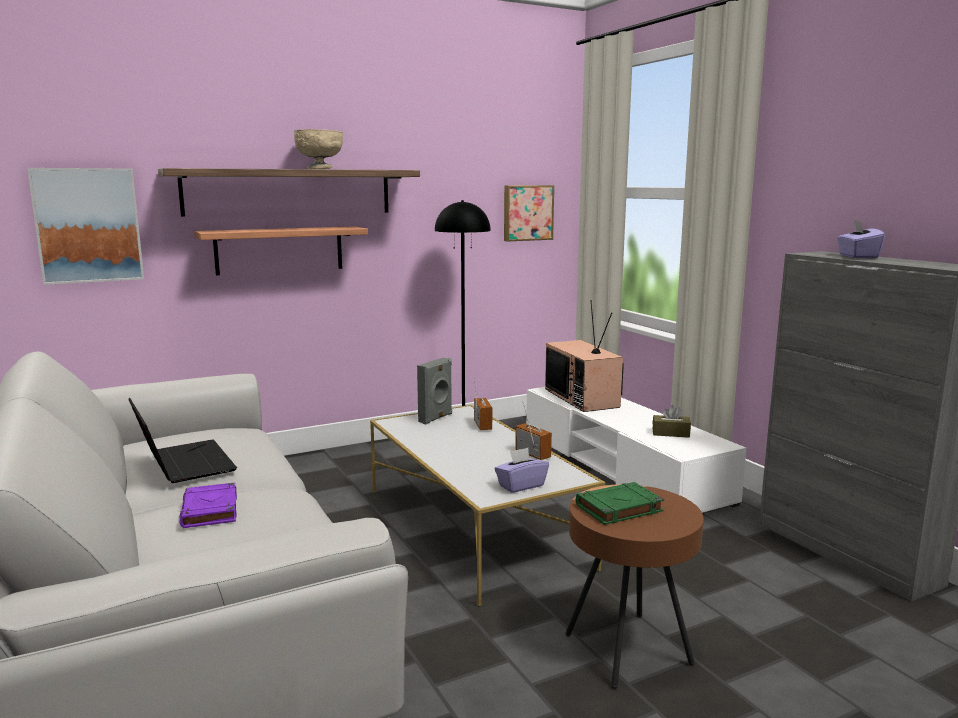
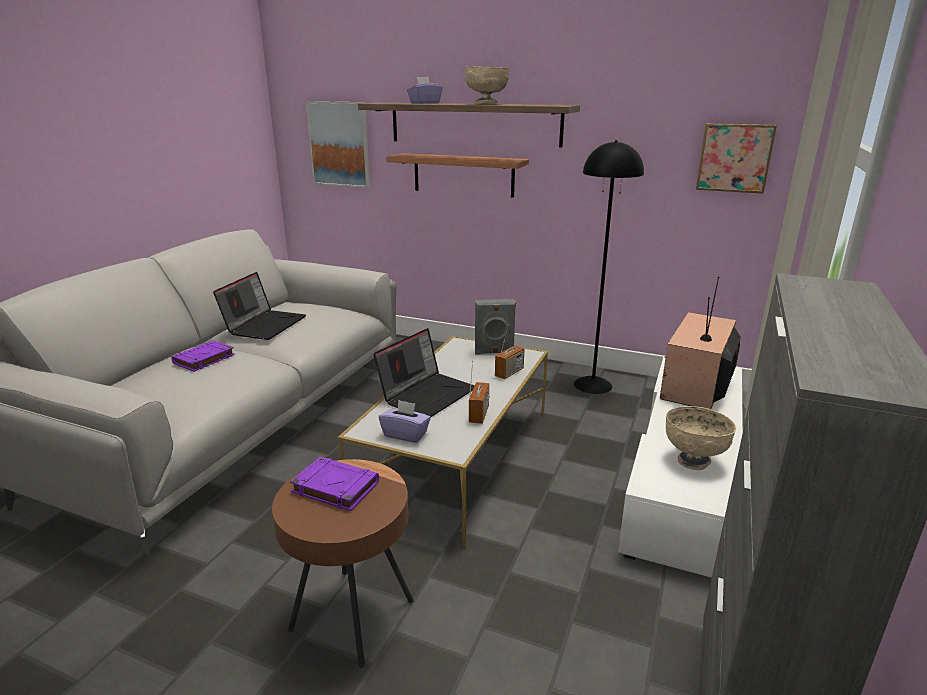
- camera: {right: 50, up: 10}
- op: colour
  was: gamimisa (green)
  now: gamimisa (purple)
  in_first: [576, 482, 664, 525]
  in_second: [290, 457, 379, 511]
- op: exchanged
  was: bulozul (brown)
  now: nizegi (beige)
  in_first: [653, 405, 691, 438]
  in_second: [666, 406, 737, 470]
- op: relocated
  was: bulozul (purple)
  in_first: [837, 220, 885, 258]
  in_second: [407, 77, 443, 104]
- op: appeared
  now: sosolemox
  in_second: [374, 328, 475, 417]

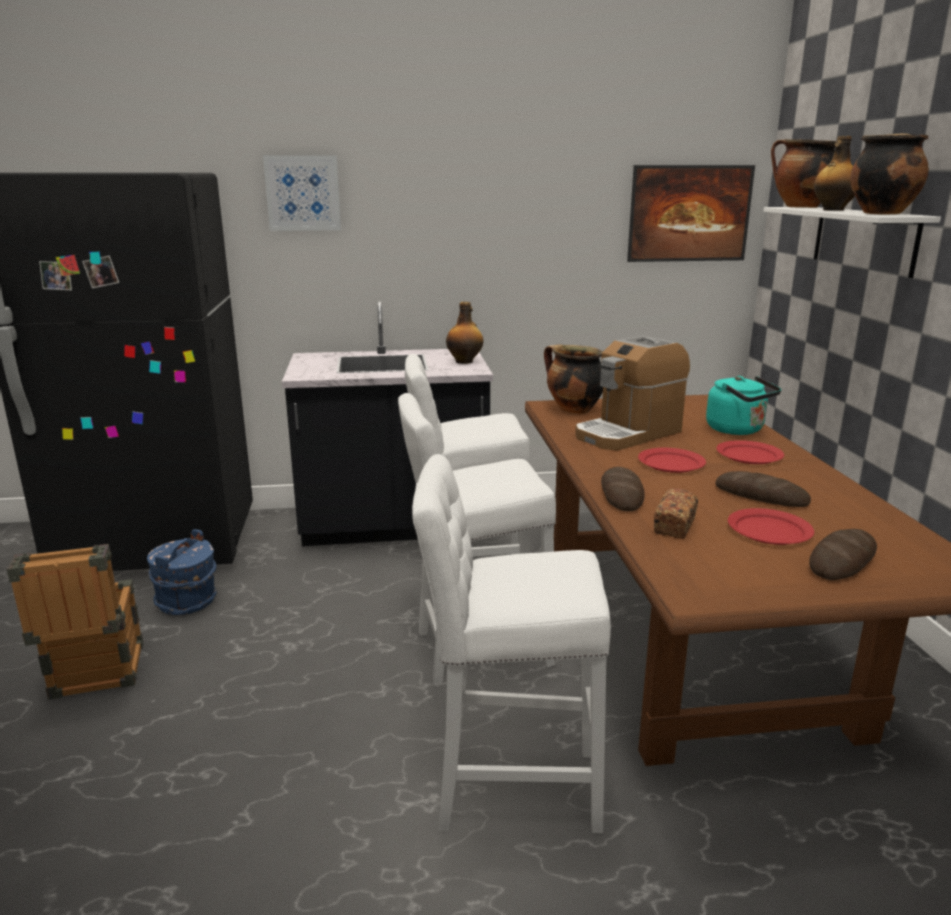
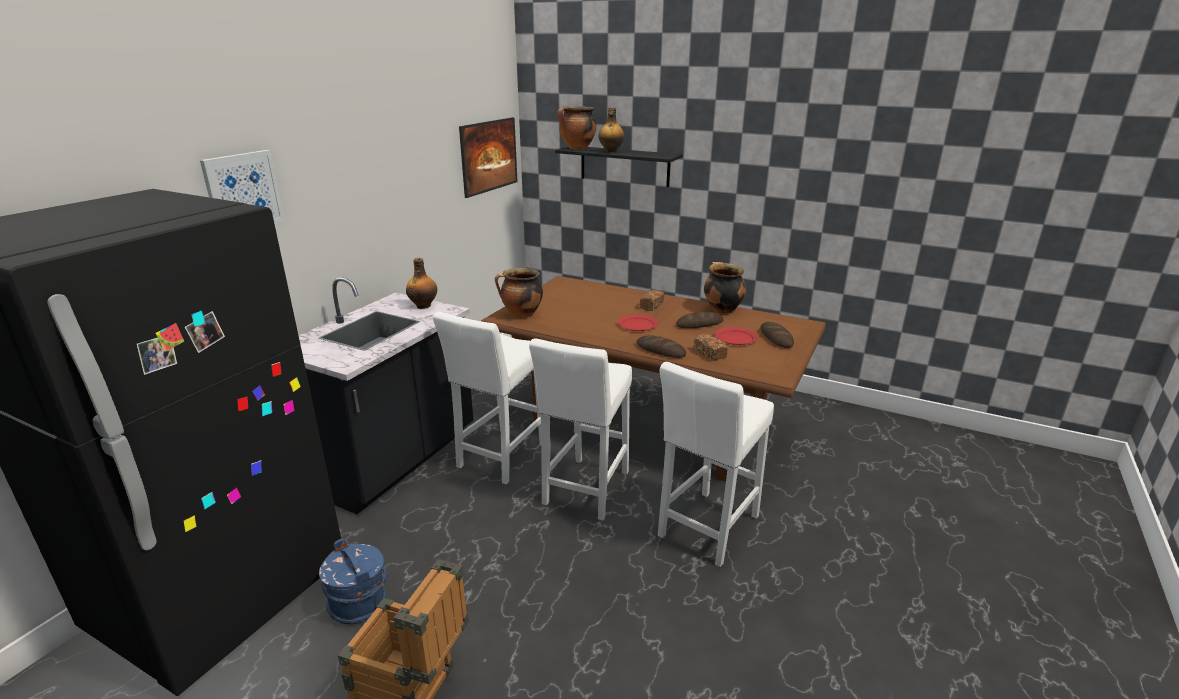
- camera: {right: -55, up: 5}
- op: missing
  was: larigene
  in_first: [575, 336, 690, 450]
- op: missing
  was: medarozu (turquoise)
  in_first: [706, 376, 782, 435]
- op: exchanged
  was: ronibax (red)
  now: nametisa
  in_first: [716, 440, 784, 464]
  in_second: [640, 290, 664, 311]
- op: colour
  was: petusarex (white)
  now: petusarex (black)
  in_first: [763, 207, 941, 278]
  in_second: [555, 147, 683, 187]
- op: relocated
  was: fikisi
  in_first: [850, 133, 929, 214]
  in_second: [704, 262, 746, 314]

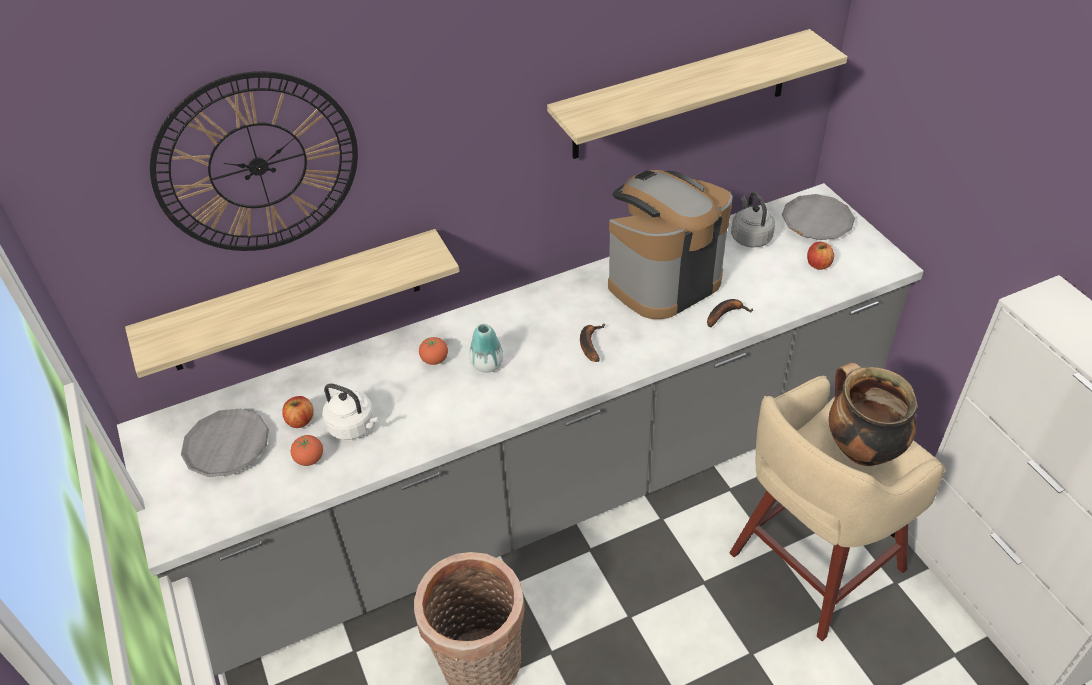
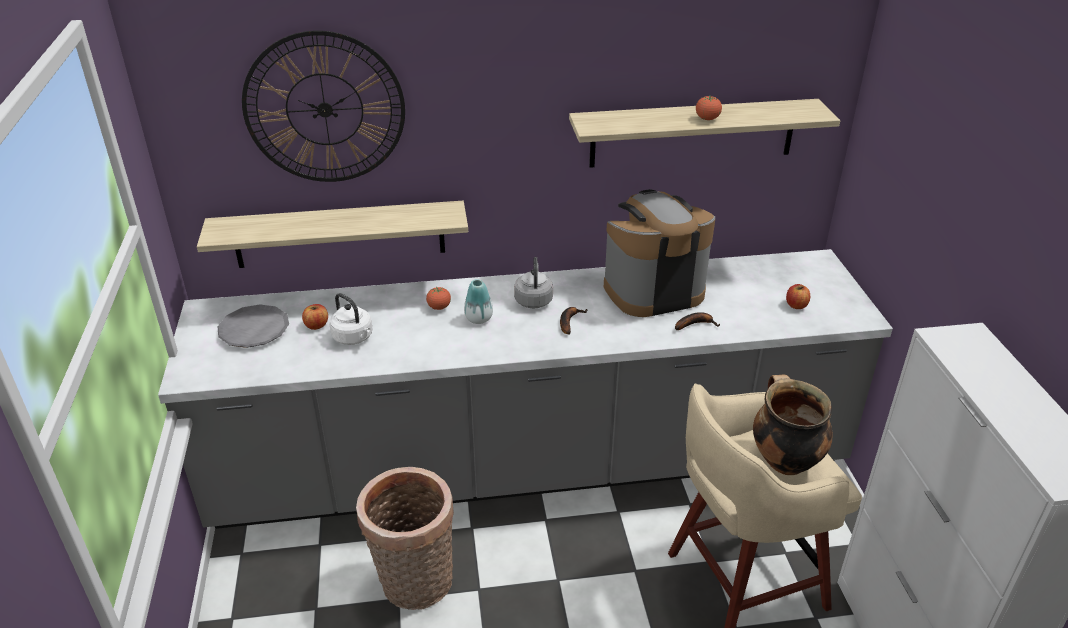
- camera: {right: 15, up: -10}
- op: relocated
  was: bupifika
  in_first: [291, 435, 323, 466]
  in_second: [696, 95, 722, 120]
- op: relocated
  was: medarozu (grey)
  in_first: [731, 192, 775, 248]
  in_second: [514, 257, 553, 308]
- op: missing
  was: ronibax (grey)
  in_first: [782, 194, 855, 240]

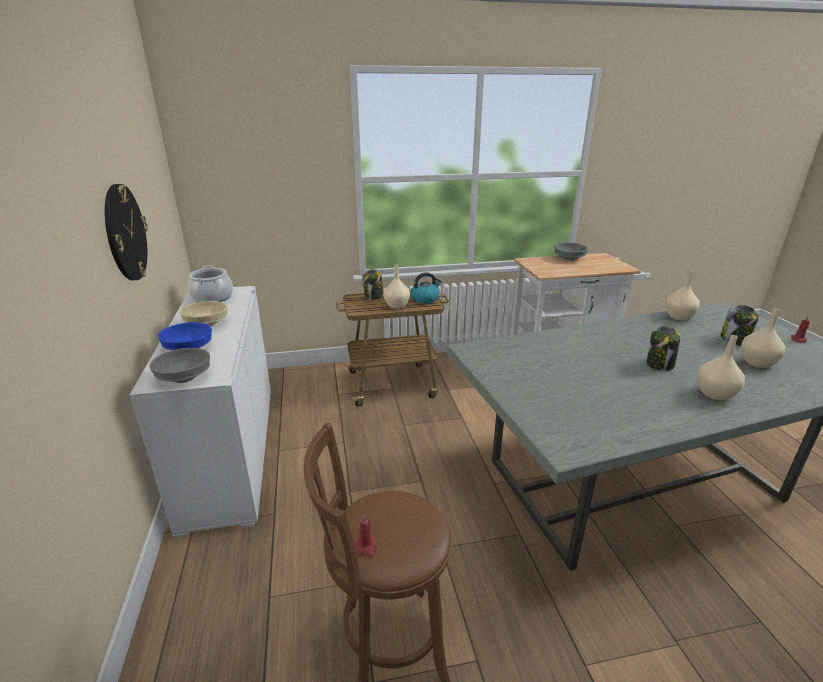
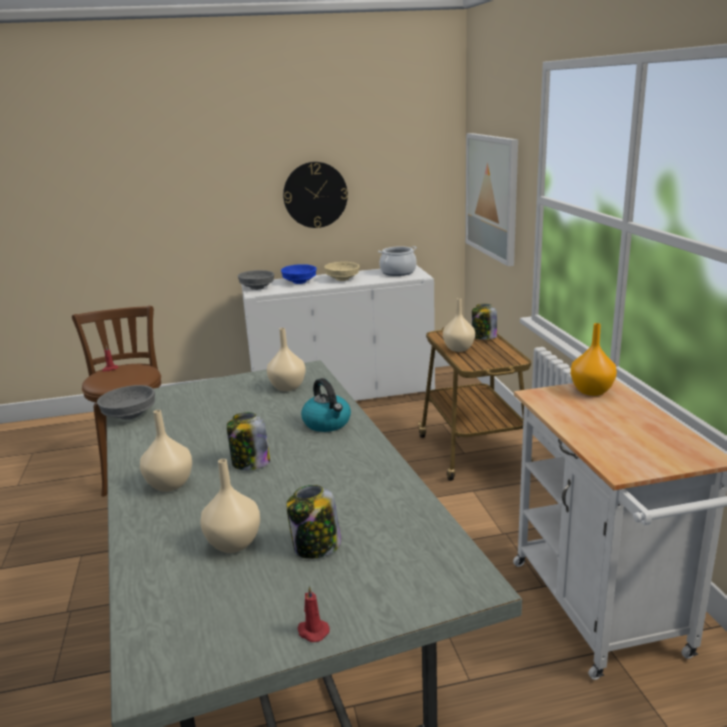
- camera: {right: 90, up: -5}
- op: relocated
  was: medarozu
  in_first: [410, 272, 442, 304]
  in_second: [301, 378, 351, 432]
- op: relocated
  was: nizegi (grey)
  in_first: [554, 242, 588, 261]
  in_second: [97, 385, 155, 420]
- op: relocated
  was: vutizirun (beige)
  in_first: [665, 270, 700, 321]
  in_second: [267, 328, 306, 391]
- op: appeared
  now: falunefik
  in_second: [466, 133, 518, 266]
- op: appeared
  now: vutizirun (orange)
  in_second: [571, 323, 617, 396]

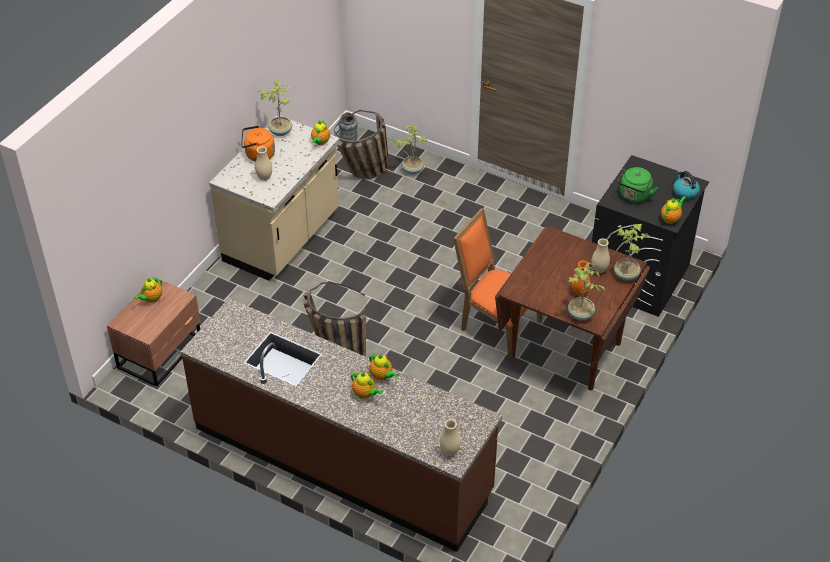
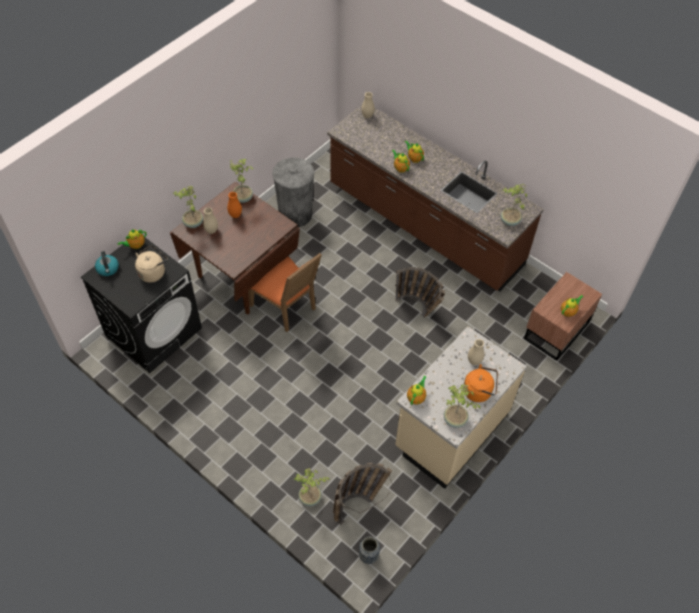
- camera: {right: -170, up: 10}
- op: colour
  was: medarozu (green)
  now: medarozu (beige)
  in_first: [618, 167, 658, 203]
  in_second: [135, 246, 168, 283]
- op: appeared
  now: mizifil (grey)
  in_second: [272, 157, 315, 227]
- op: appeared
  now: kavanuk
  in_second: [501, 184, 527, 226]

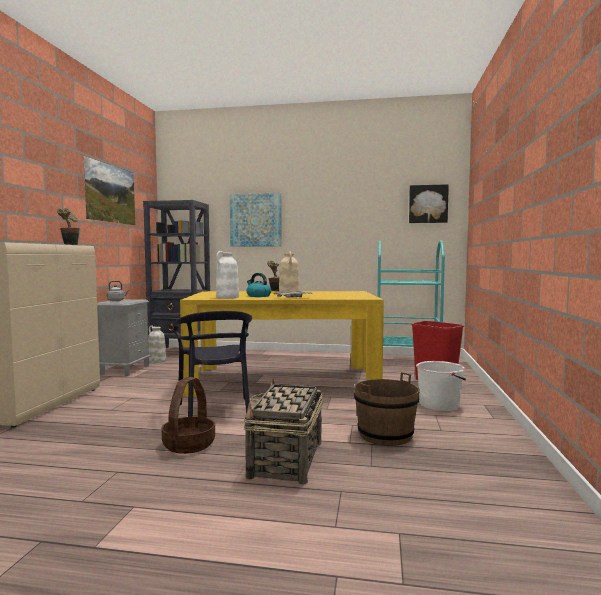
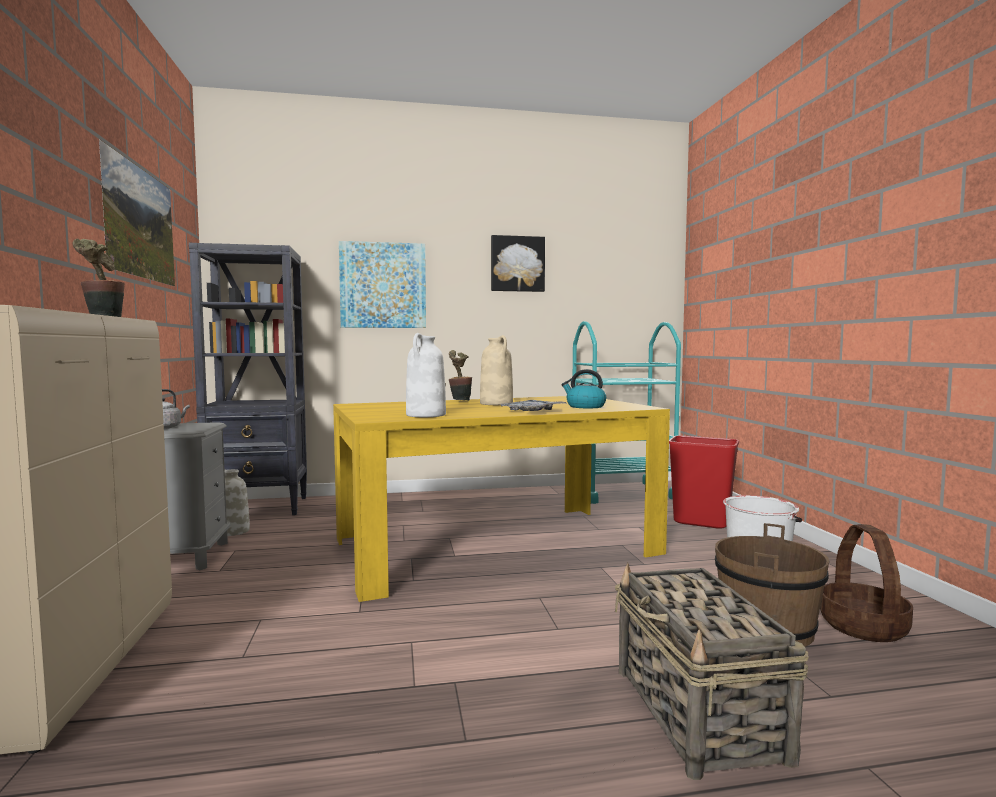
- camera: {right: -20, up: 0}
- op: relocated
  was: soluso
  in_first: [162, 377, 215, 454]
  in_second: [820, 524, 913, 642]
- op: missing
  was: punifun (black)
  in_first: [174, 311, 252, 417]
- op: relocated
  was: medarozu
  in_first: [246, 273, 271, 297]
  in_second: [561, 369, 606, 408]
- op: relocated
  was: falunefik
  in_first: [409, 184, 449, 223]
  in_second: [491, 235, 545, 292]

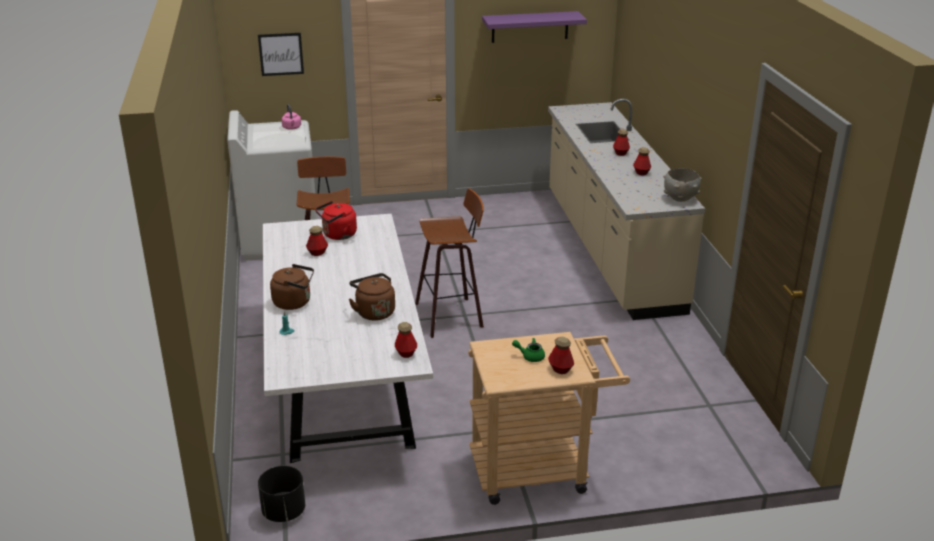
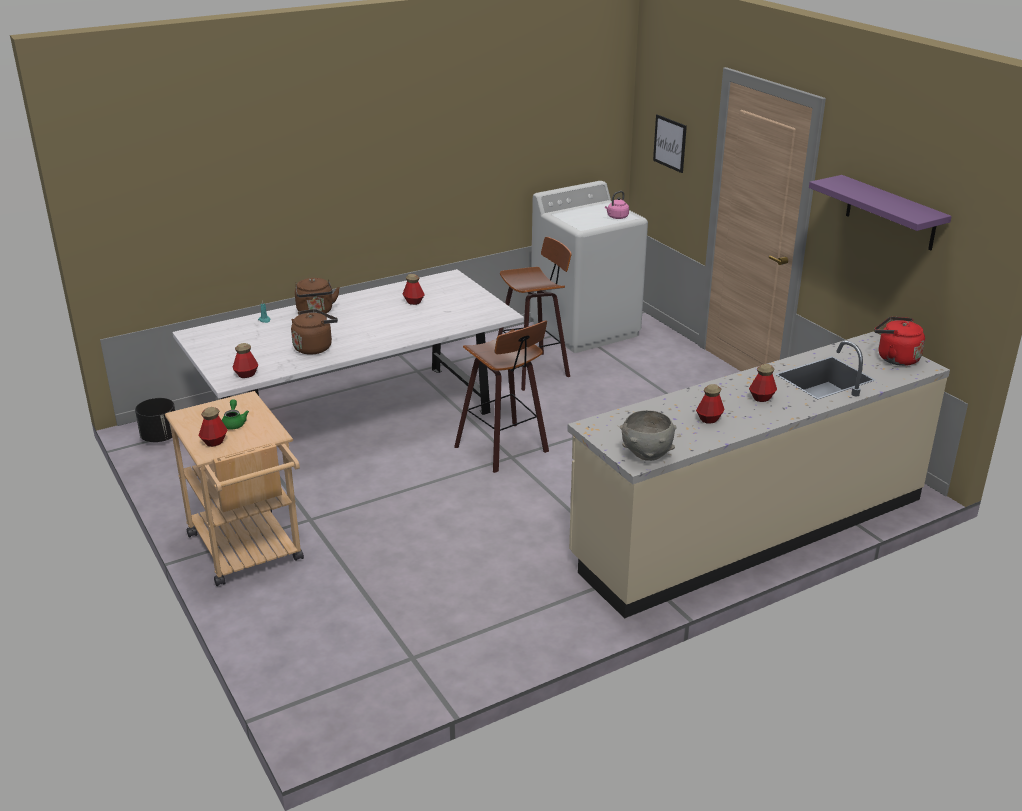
- camera: {right: 70, up: 0}
- op: relocated
  was: medarozu (red)
  in_first: [315, 201, 357, 240]
  in_second: [875, 317, 925, 366]

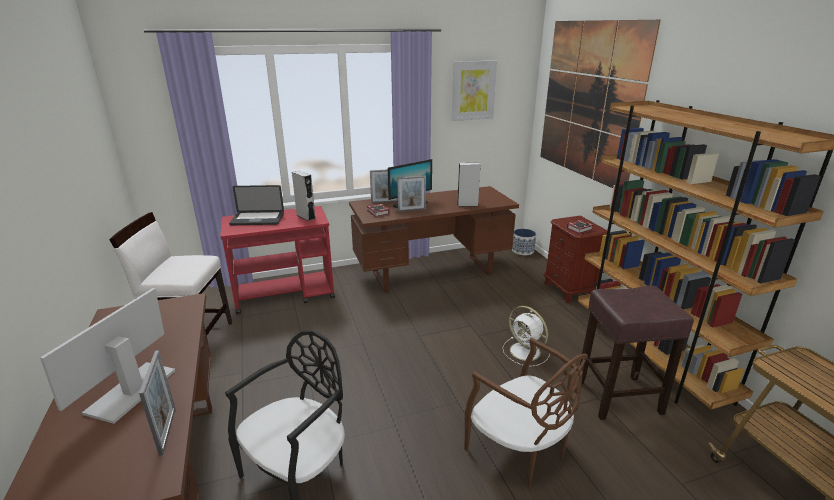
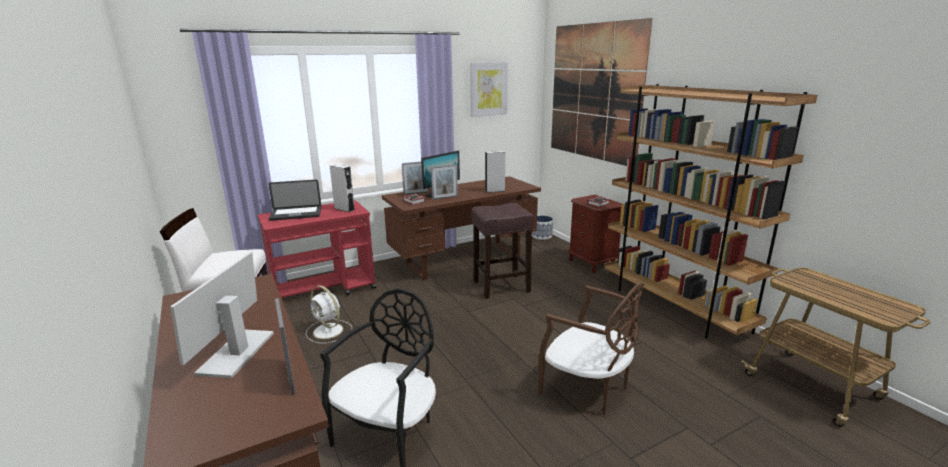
- camera: {right: -10, up: -5}
- op: relocated
  was: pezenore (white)
  in_first: [502, 306, 550, 366]
  in_second: [306, 285, 352, 344]
- op: relocated
  was: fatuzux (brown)
  in_first: [580, 286, 694, 420]
  in_second: [471, 203, 534, 299]

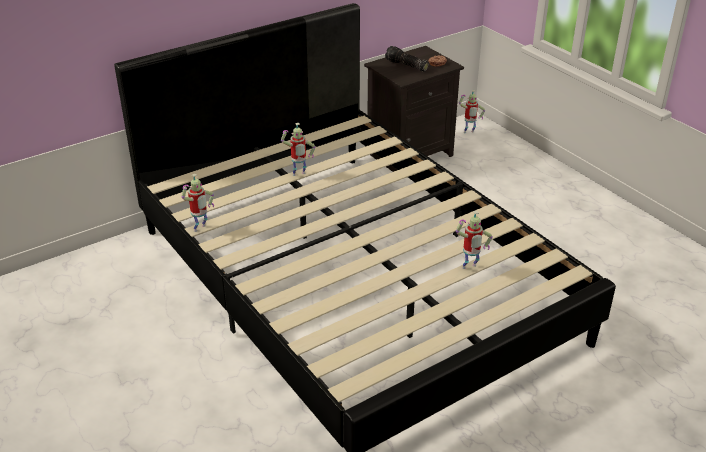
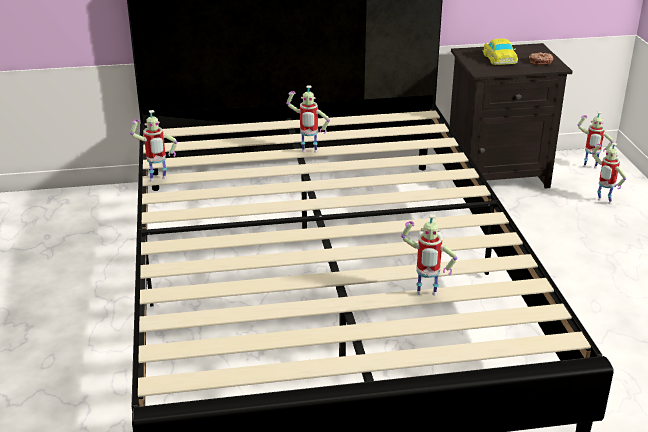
- camera: {right: 25, up: -5}
- op: exchanged
  was: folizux
  now: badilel
  in_first: [385, 46, 429, 72]
  in_second: [482, 38, 518, 65]
- op: appeared
  now: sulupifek
  in_second: [592, 143, 626, 204]

